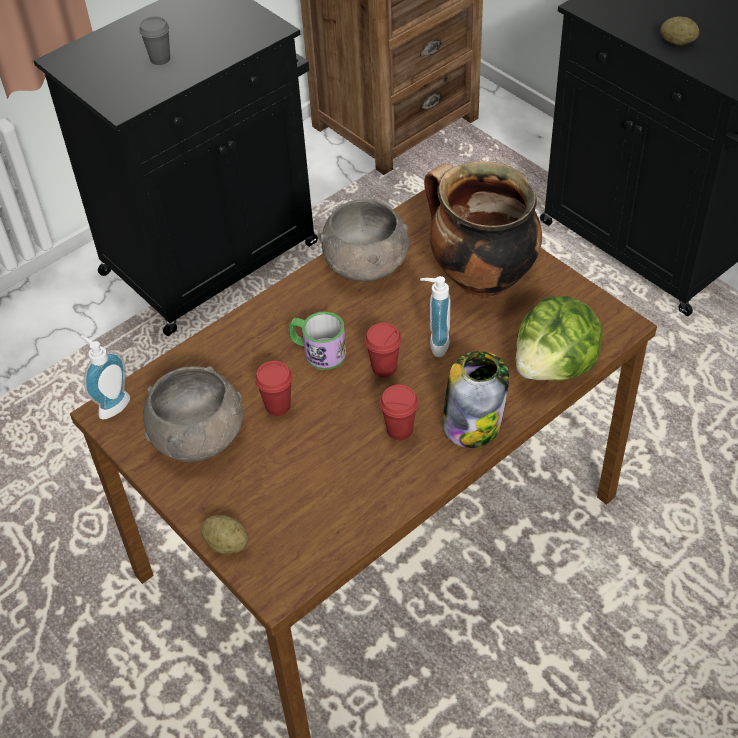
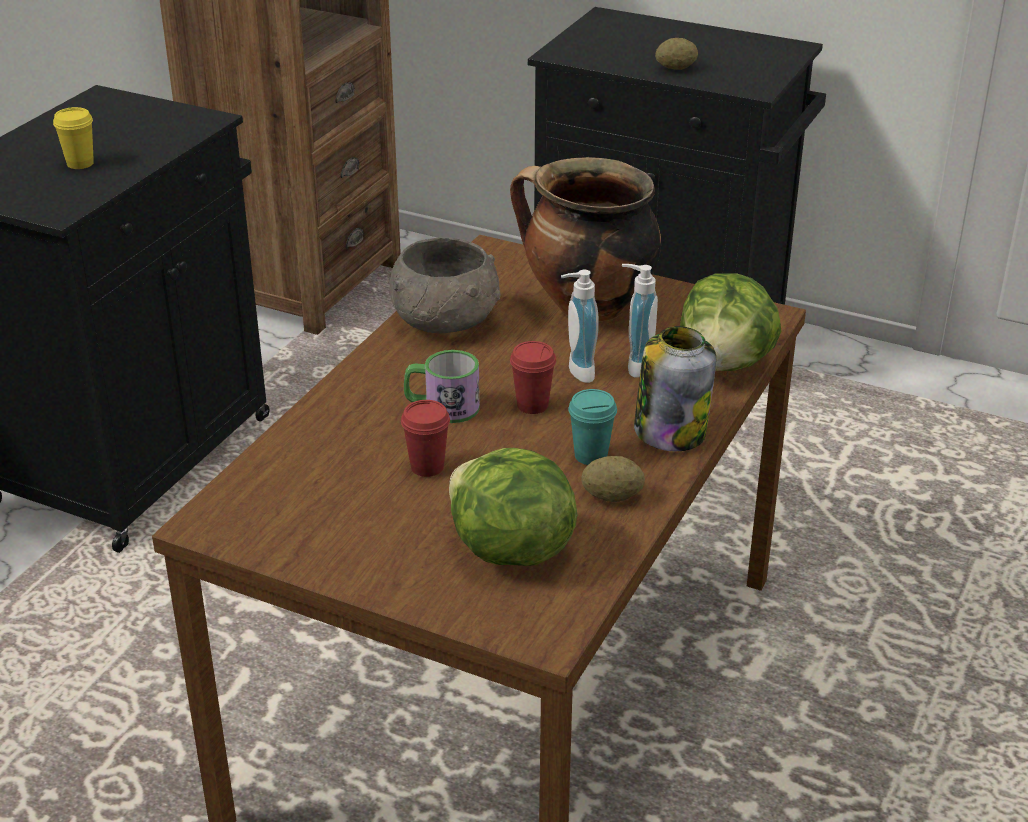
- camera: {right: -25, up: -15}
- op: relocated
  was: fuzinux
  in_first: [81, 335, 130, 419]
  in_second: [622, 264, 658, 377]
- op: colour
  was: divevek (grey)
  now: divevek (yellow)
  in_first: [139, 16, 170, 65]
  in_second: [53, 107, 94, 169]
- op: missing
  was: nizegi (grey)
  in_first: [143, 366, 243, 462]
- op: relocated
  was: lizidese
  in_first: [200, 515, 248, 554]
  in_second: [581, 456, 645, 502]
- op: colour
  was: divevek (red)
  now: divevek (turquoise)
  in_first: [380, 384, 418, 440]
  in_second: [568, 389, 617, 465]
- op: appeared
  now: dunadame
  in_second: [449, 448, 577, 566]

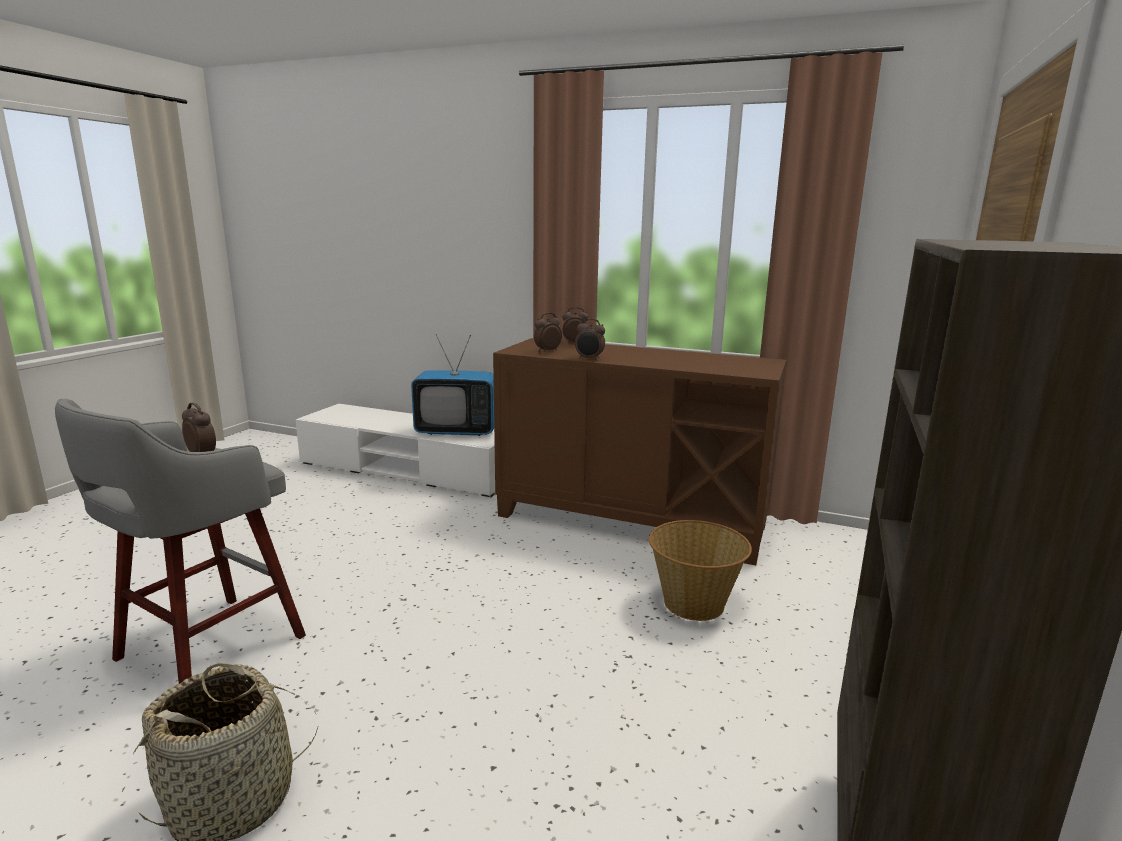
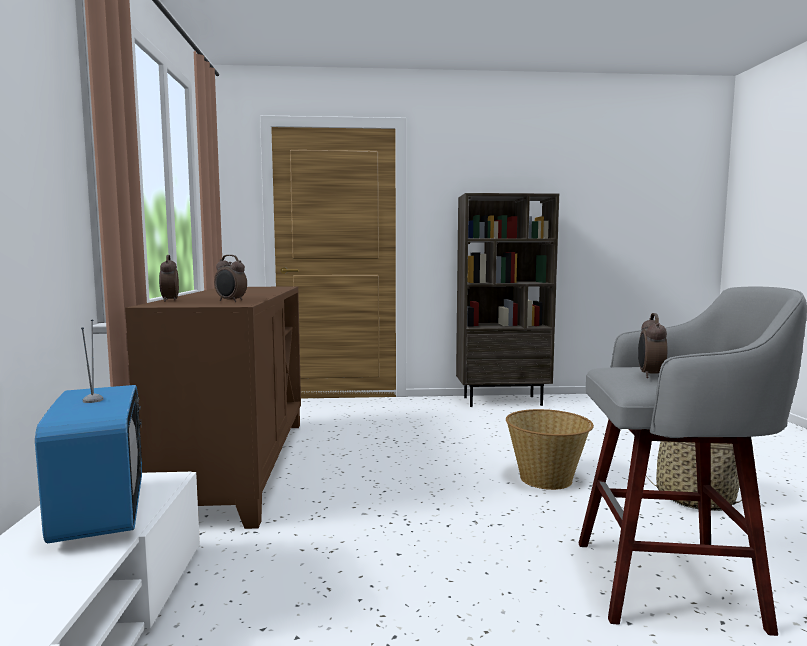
- camera: {right: -115, up: -10}
- op: missing
  was: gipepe
  in_first: [575, 318, 605, 361]
- op: relocated
  was: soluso
  in_first: [649, 520, 752, 621]
  in_second: [506, 409, 594, 490]

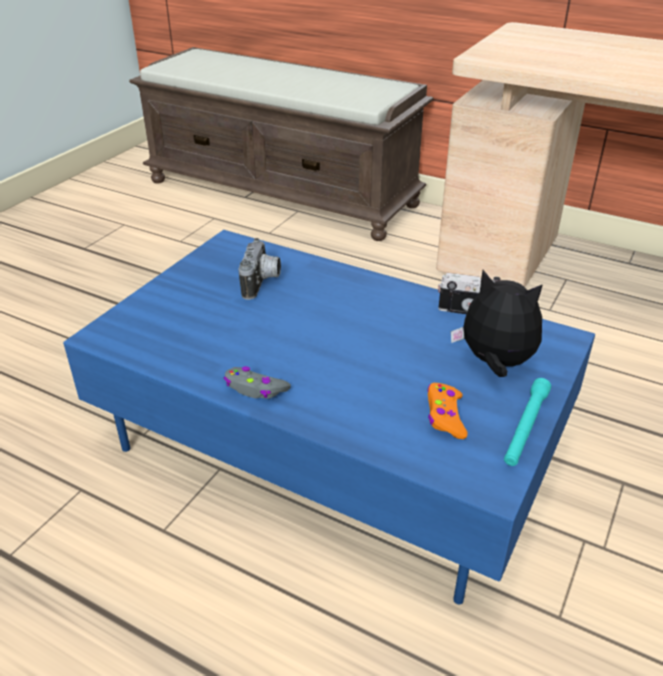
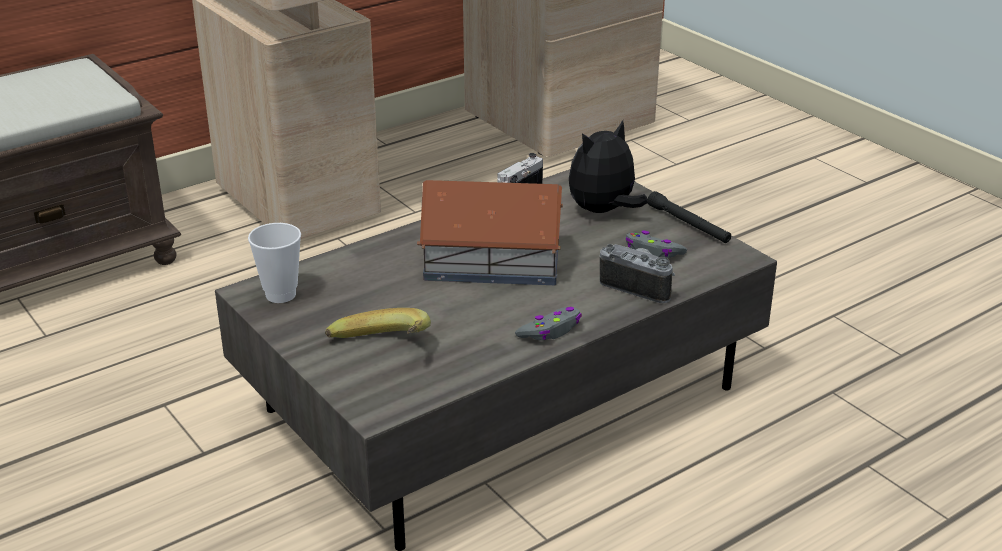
- camera: {right: -65, up: -5}
- op: colour
  was: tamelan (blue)
  now: tamelan (grey)
  in_first: [63, 230, 595, 605]
  in_second: [215, 169, 777, 551]
- op: relocated
  was: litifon
  in_first: [238, 238, 281, 300]
  in_second: [600, 244, 675, 303]
- op: colour
  was: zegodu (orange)
  now: zegodu (grey)
  in_first: [427, 383, 468, 439]
  in_second: [626, 231, 687, 258]
- op: colour
  was: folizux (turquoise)
  now: folizux (black)
  in_first: [504, 378, 551, 466]
  in_second: [648, 191, 731, 243]
- op: appeared
  now: divevek
  in_second: [248, 223, 301, 303]
- op: appeared
  now: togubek
  in_second: [325, 308, 431, 338]
- op: appeared
  now: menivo
  in_second: [417, 180, 563, 285]

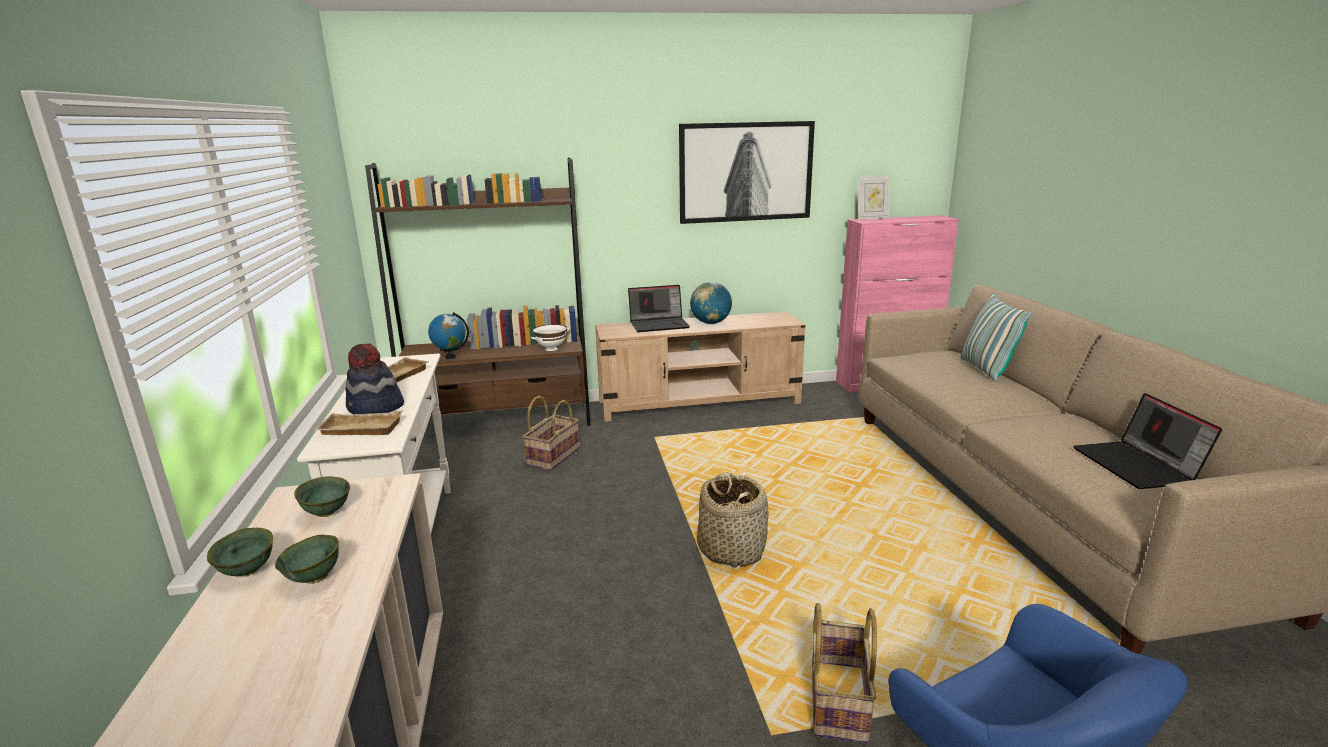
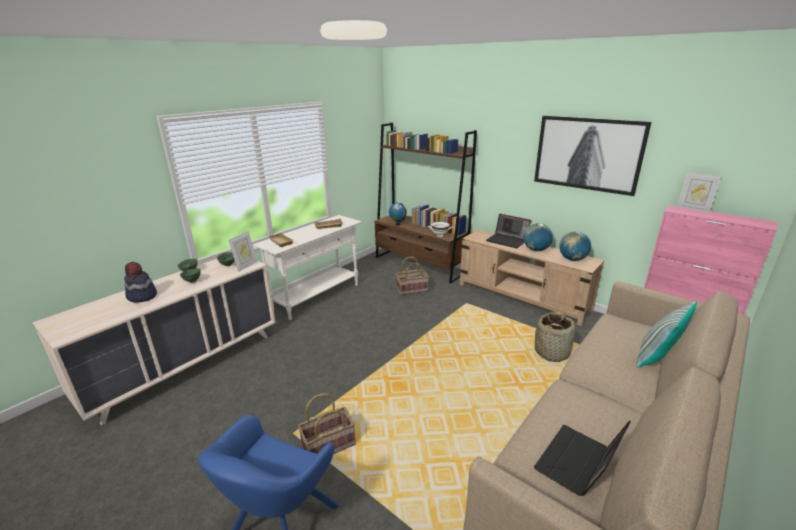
- camera: {right: 50, up: 5}
- op: relocated
  was: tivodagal
  in_first: [345, 344, 404, 414]
  in_second: [124, 262, 157, 303]
- op: relocated
  was: soluso
  in_first: [697, 472, 768, 568]
  in_second: [535, 312, 575, 362]
- op: appeared
  now: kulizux
  in_second: [228, 231, 258, 272]
- op: appeared
  now: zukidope
  in_second: [559, 231, 591, 261]

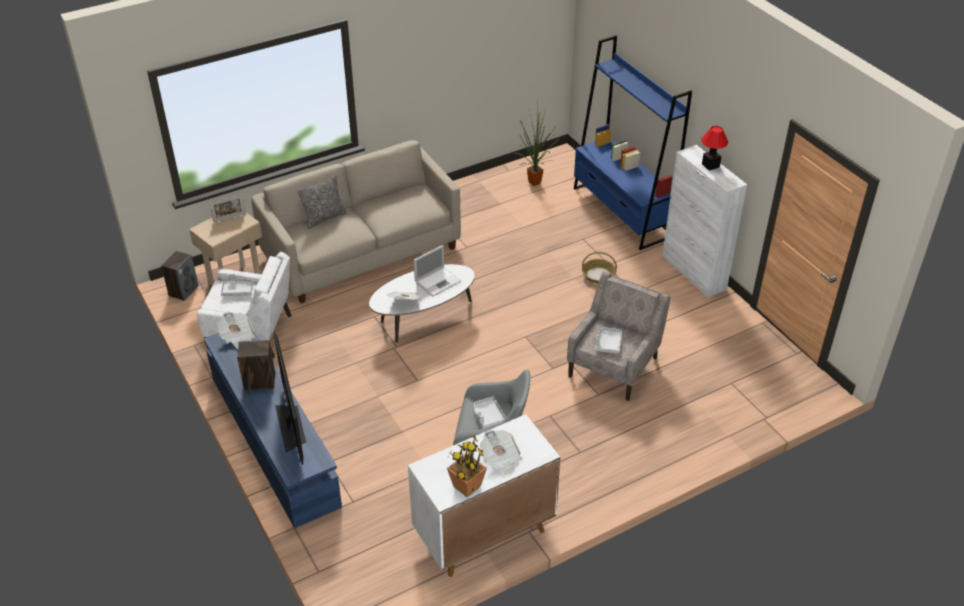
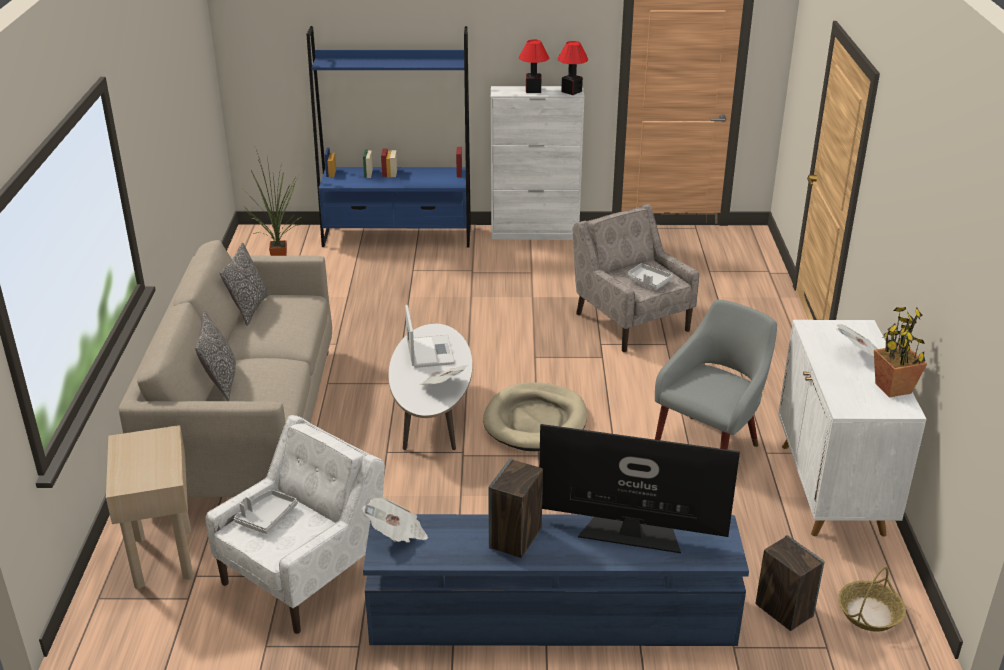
- camera: {right: -60, up: -10}
- op: relocated
  was: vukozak
  in_first: [161, 251, 199, 301]
  in_second: [756, 535, 824, 631]
- op: missing
  was: kulizux
  in_first: [210, 195, 246, 222]
- op: missing
  was: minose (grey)
  in_first: [474, 396, 506, 429]
- op: relocated
  was: soluso
  in_first: [582, 252, 617, 283]
  in_second: [838, 566, 906, 632]
- op: appeared
  now: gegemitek
  in_second: [220, 243, 269, 326]
- op: appeared
  now: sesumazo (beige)
  in_second: [483, 382, 587, 451]
- op: appeared
  now: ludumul
  in_second: [557, 41, 588, 95]

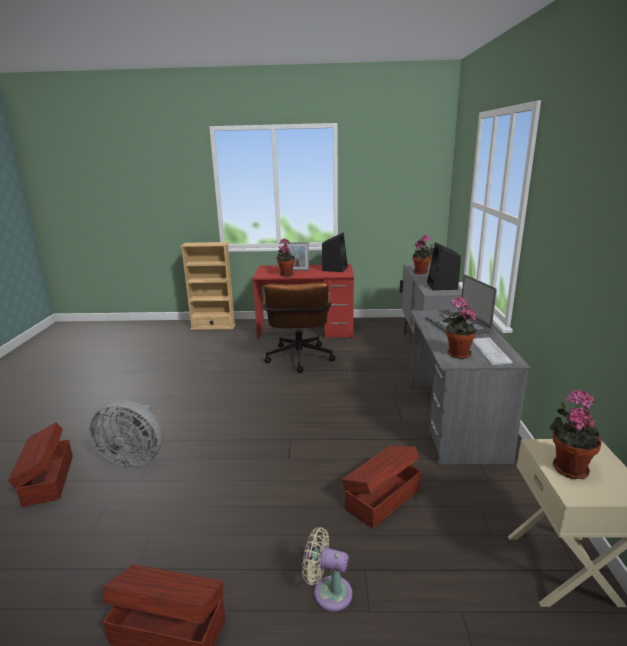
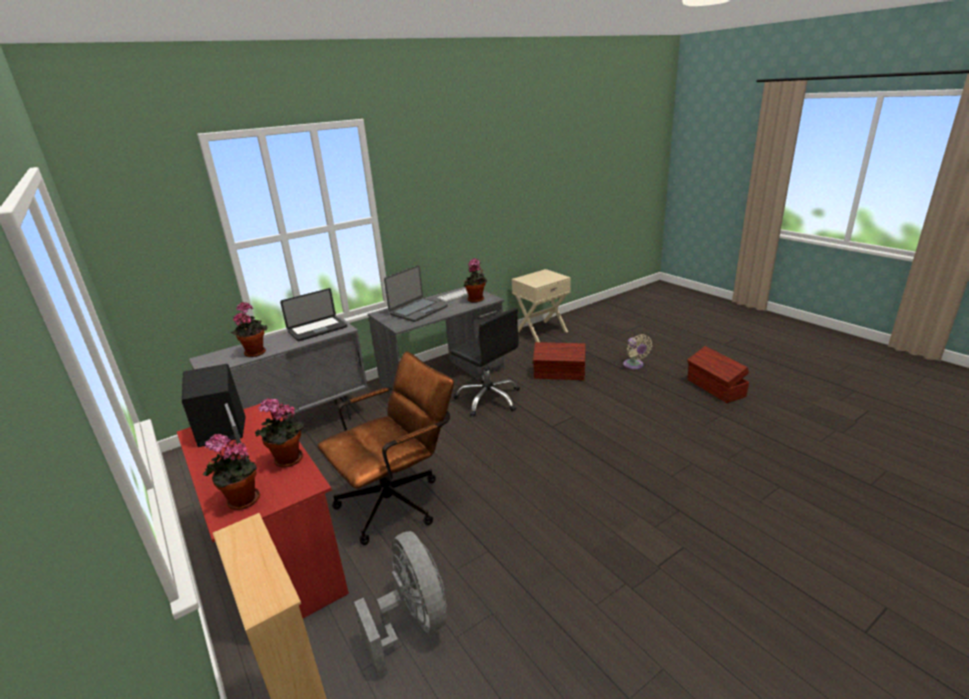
- camera: {right: -125, up: 5}
- op: missing
  was: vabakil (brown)
  in_first: [8, 422, 73, 507]
- op: relocated
  was: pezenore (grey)
  in_first: [89, 400, 163, 467]
  in_second: [354, 531, 447, 679]
- op: exchanged
  was: vukozak (black)
  now: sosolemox
  in_first: [427, 242, 461, 290]
  in_second: [280, 288, 347, 341]
- op: relocated
  was: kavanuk
  in_first: [550, 390, 601, 479]
  in_second: [203, 434, 260, 510]
- op: appeared
  now: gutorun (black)
  in_second: [450, 308, 520, 417]

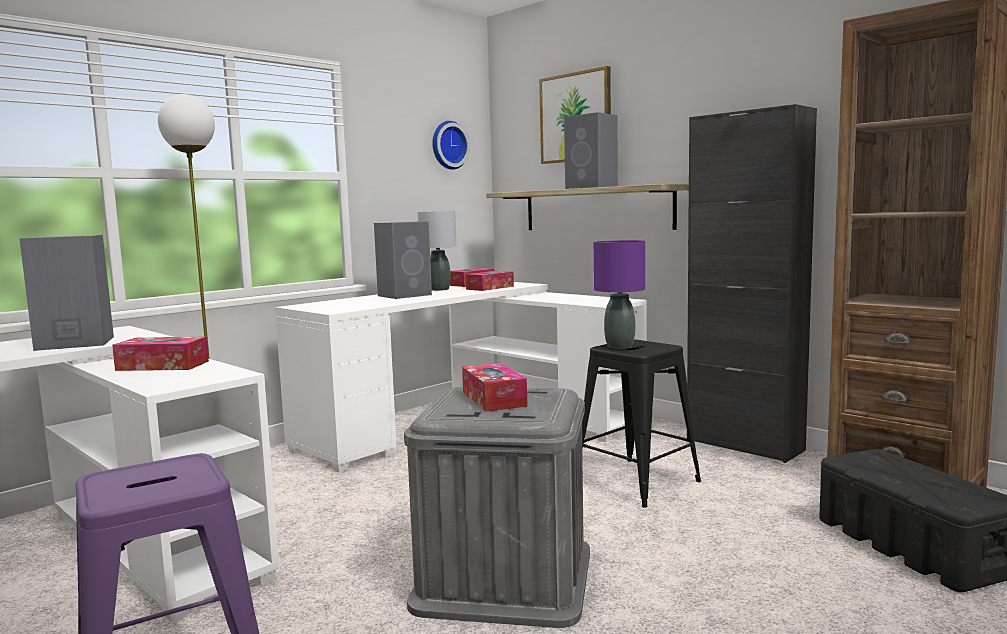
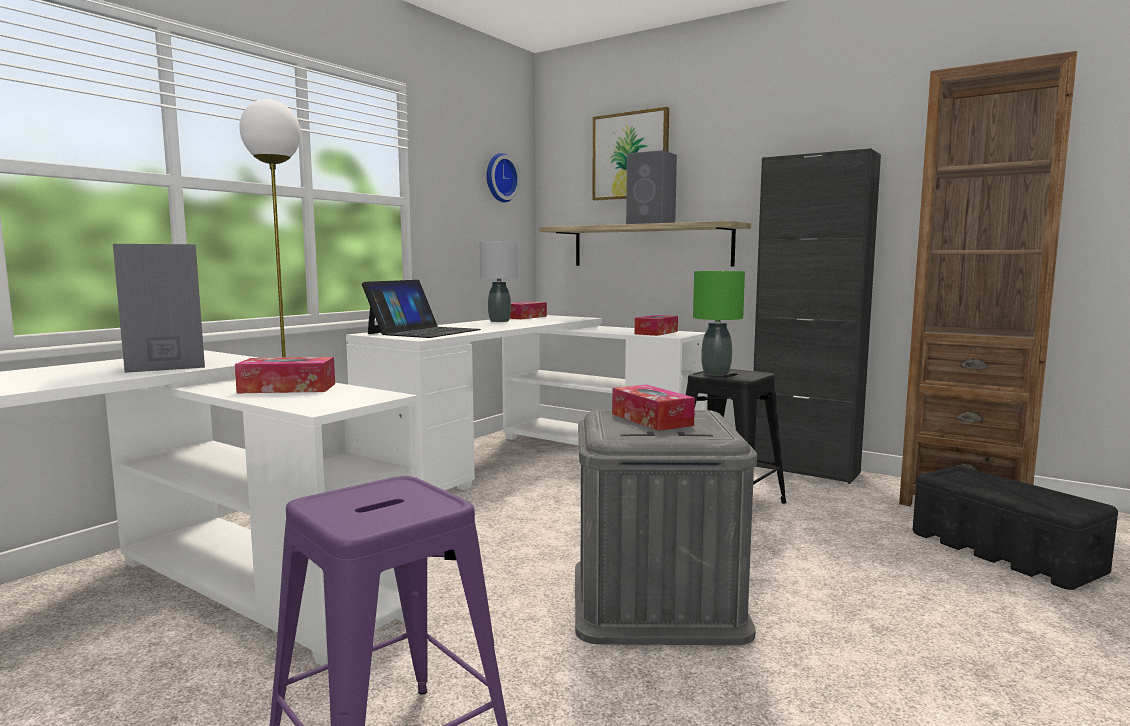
- camera: {right: -10, up: 0}
- op: missing
  was: vukozak (grey)
  in_first: [374, 221, 432, 299]
- op: relocated
  was: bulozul
  in_first: [466, 271, 514, 291]
  in_second: [635, 315, 678, 336]
- op: colour
  was: ludumul (purple)
  now: ludumul (green)
  in_first: [594, 240, 645, 349]
  in_second: [693, 271, 745, 376]
- op: appeared
  now: sosolemox
  in_second: [362, 280, 481, 338]

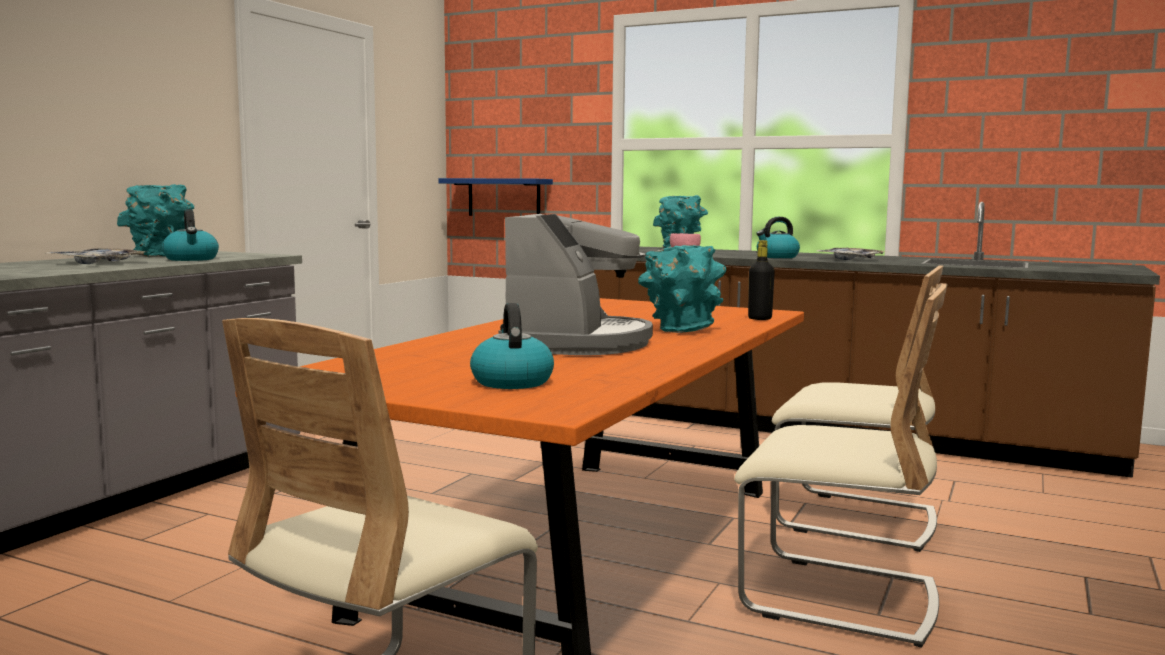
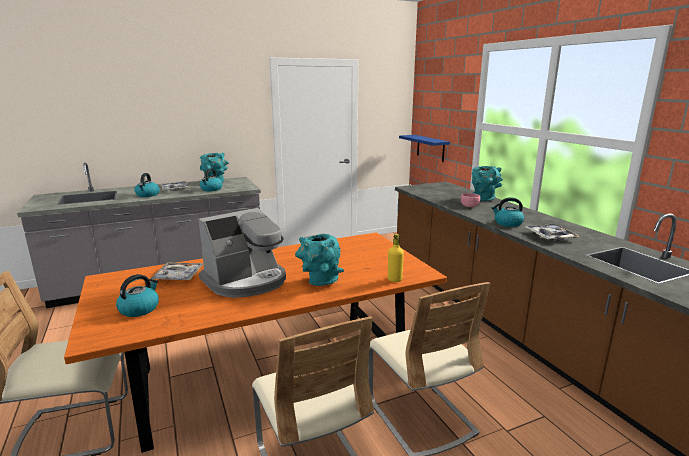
- camera: {right: 40, up: 10}
- op: colour
  was: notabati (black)
  now: notabati (yellow)
  in_first: [748, 240, 775, 320]
  in_second: [388, 234, 404, 282]
- op: appeared
  now: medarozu
  in_second: [135, 173, 160, 197]
- op: appeared
  now: minose
  in_second: [151, 263, 203, 280]

